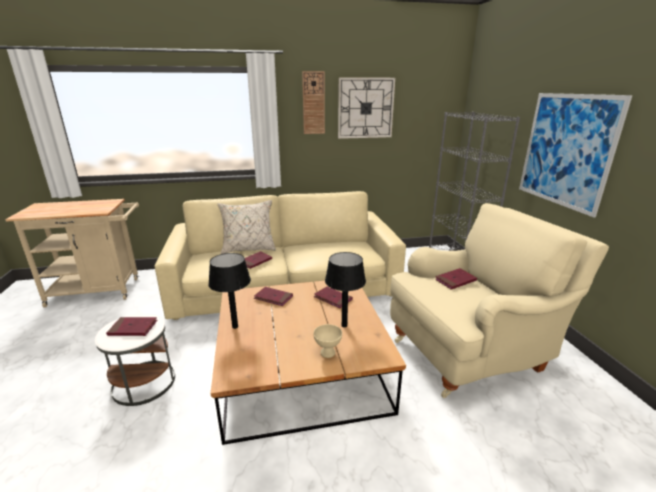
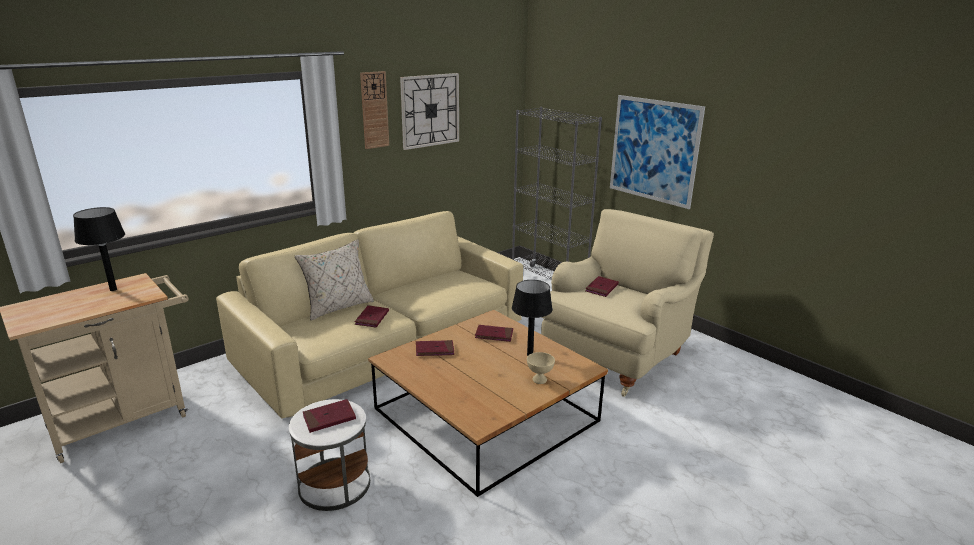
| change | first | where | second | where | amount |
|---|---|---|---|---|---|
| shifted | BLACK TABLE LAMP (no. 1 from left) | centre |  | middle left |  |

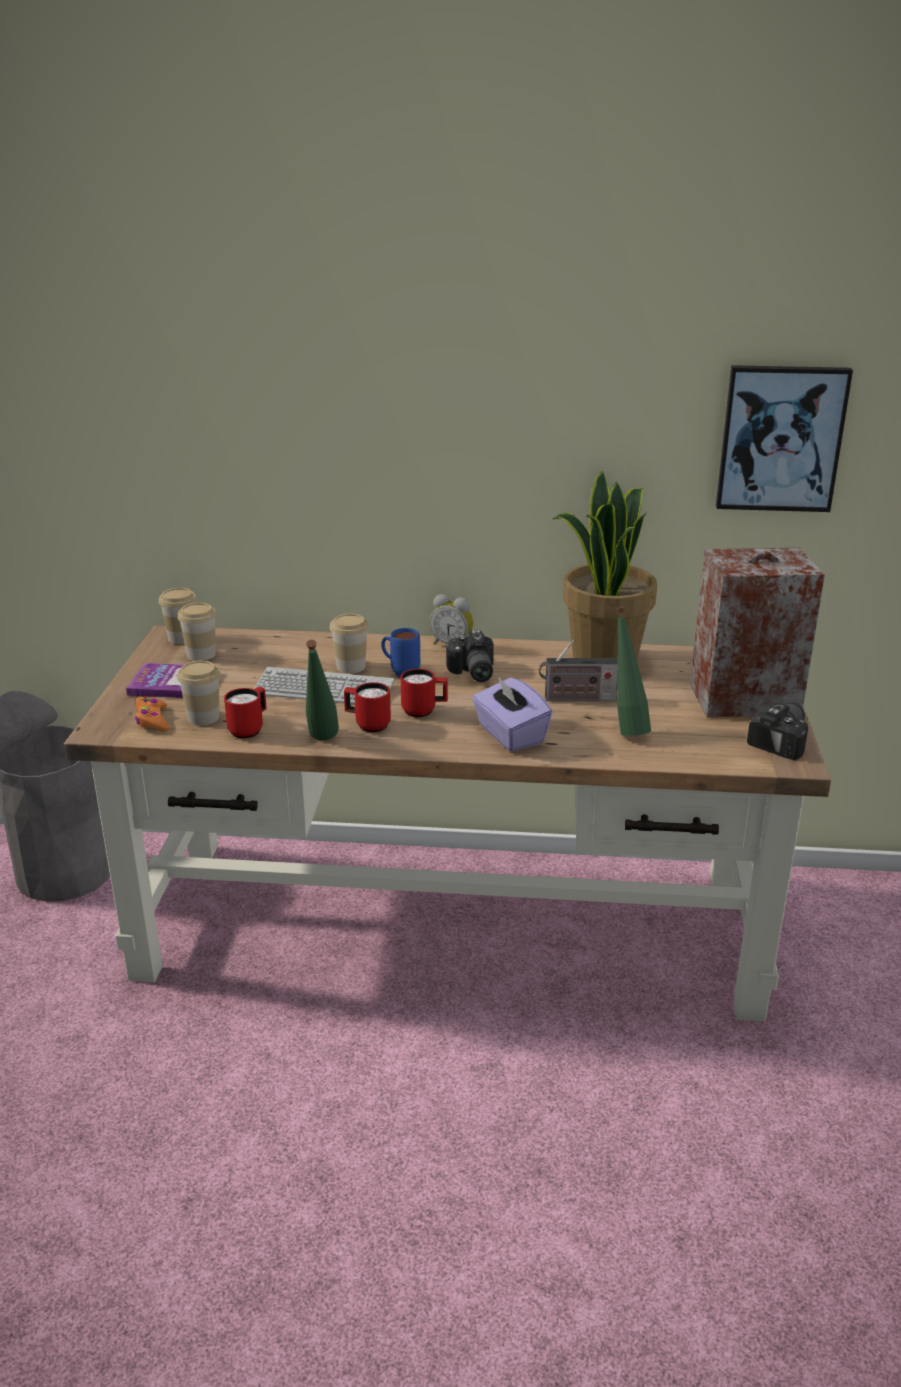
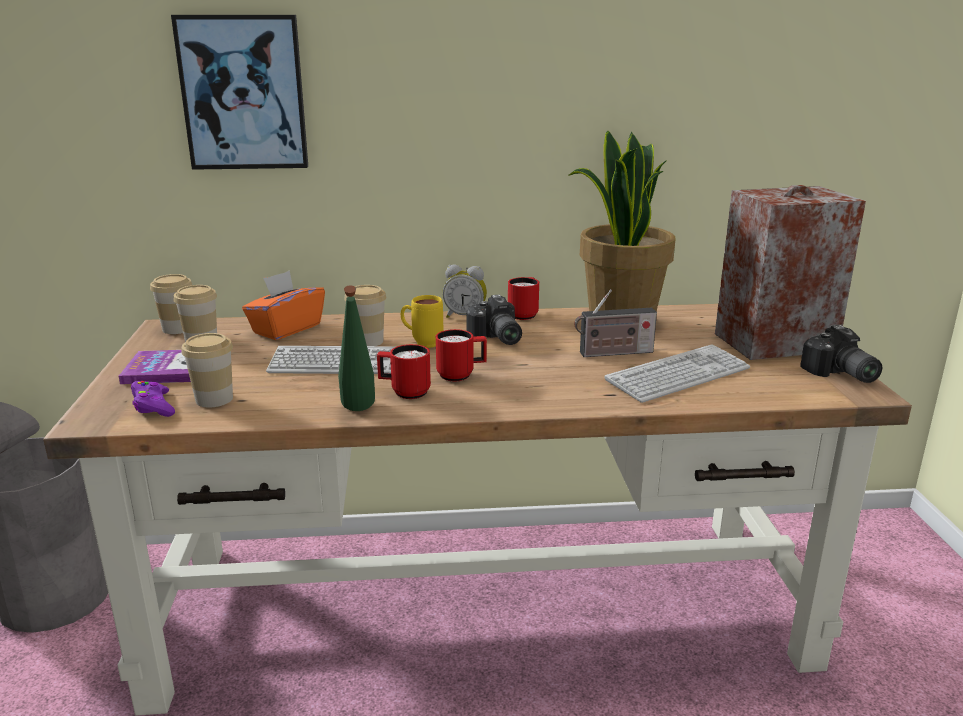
| change | first | where | second | where | amount |
|---|---|---|---|---|---|
| repainted | ORANGE GAME CONTROLLER | middle left | PURPLE GAME CONTROLLER | middle left |  |
| shifted | RED MUG (no. 1 from left in the first image) | middle left | RED MUG (no. 3 from left) | centre |  |
| repainted | BLUE MUG | centre | YELLOW MUG | centre |  |
| gone | PURPLE TISSUE BOX | centre |  |  |  |
| swapped | GREEN BOTTLE (no. 2 from left) | middle right | KEYBOARD (no. 2 from left) | middle right |  |
| shifted | PICTURE | top right |  | top left |  |
| rotated | PHOTO CAMERA (no. 2 from left) | middle right |  | middle right | 135 degrees clockwise |
| new |  |  | ORANGE TISSUE BOX | middle left |  |

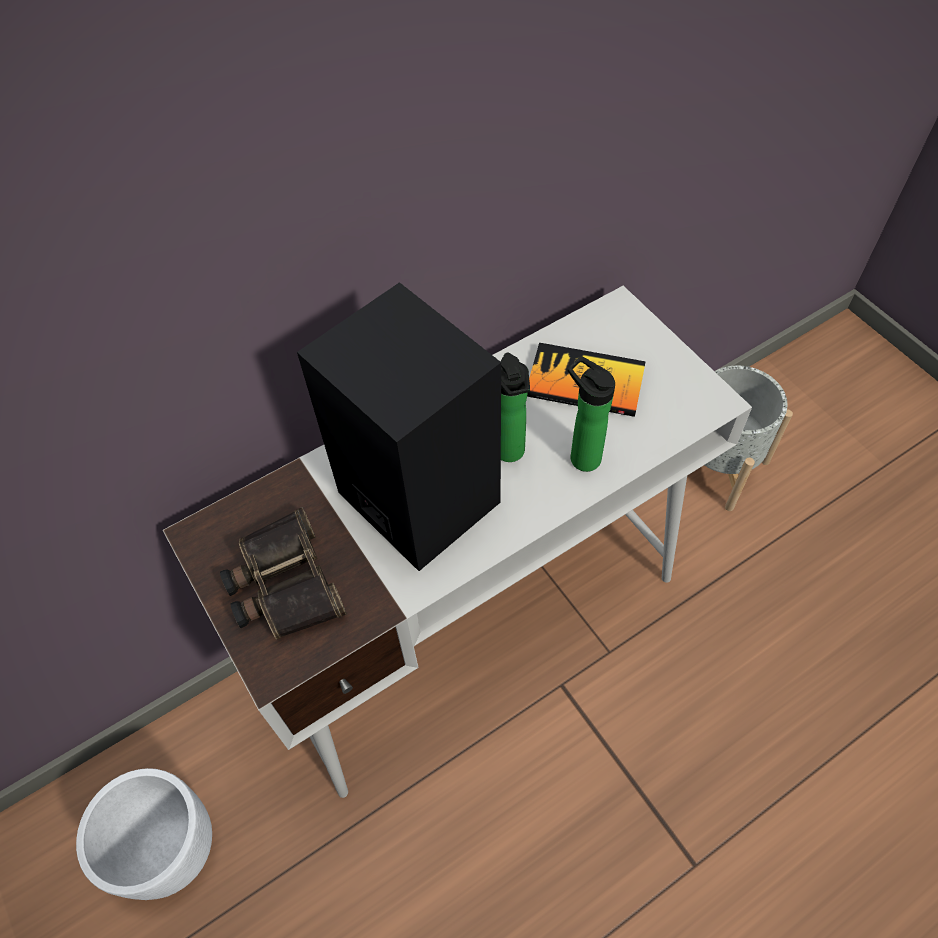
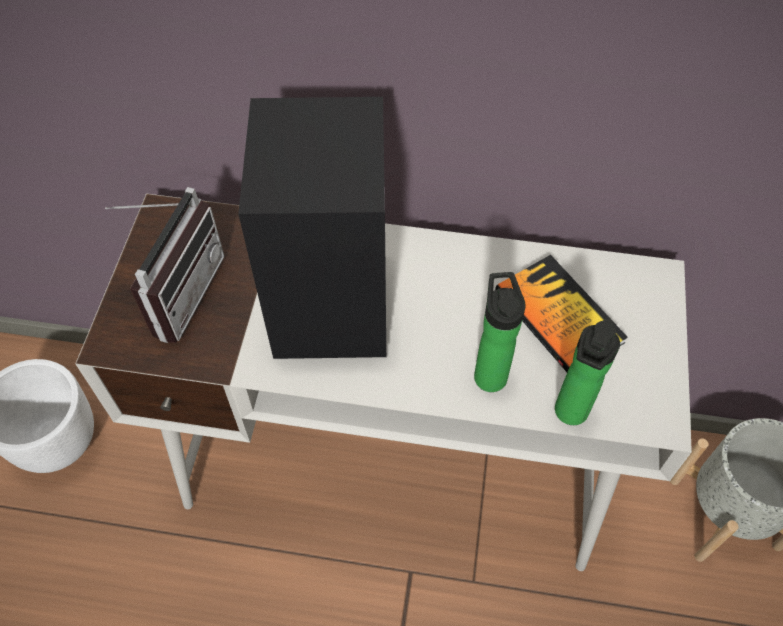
| change | first | where | second | where | amount |
|---|---|---|---|---|---|
| swapped | BINOCULARS | middle left | RADIO | middle left |  |
| shifted | BOTTLE (no. 1 from left in the first image) | centre | BOTTLE (no. 2 from left) | middle right |  |

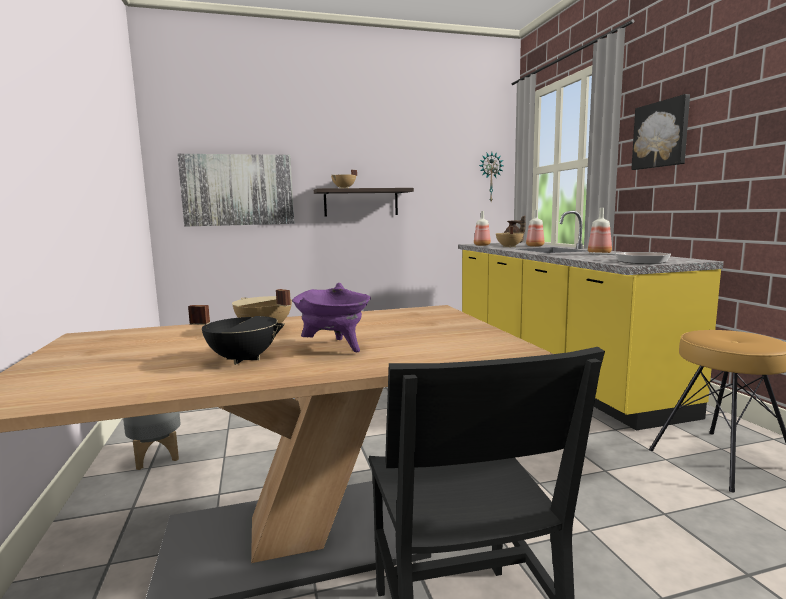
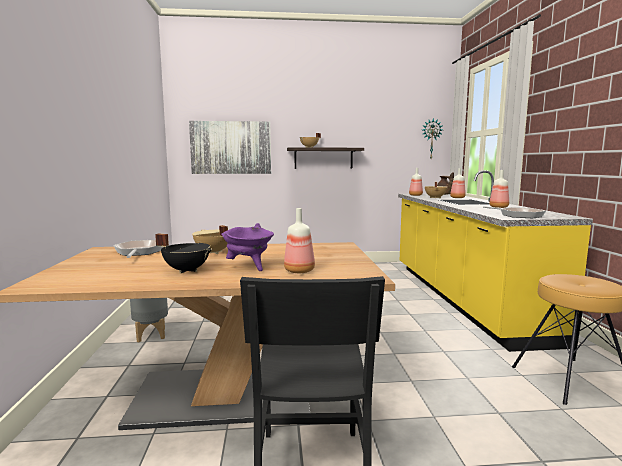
| change | first | where | second | where | amount |
|---|---|---|---|---|---|
| gone | PICTURE (no. 2 from left) | top right |  |  |  |
| new |  |  | FRYING PAN (no. 1 from left) | middle left |  |
| new |  |  | BOTTLE (no. 1 from left) | centre |  |

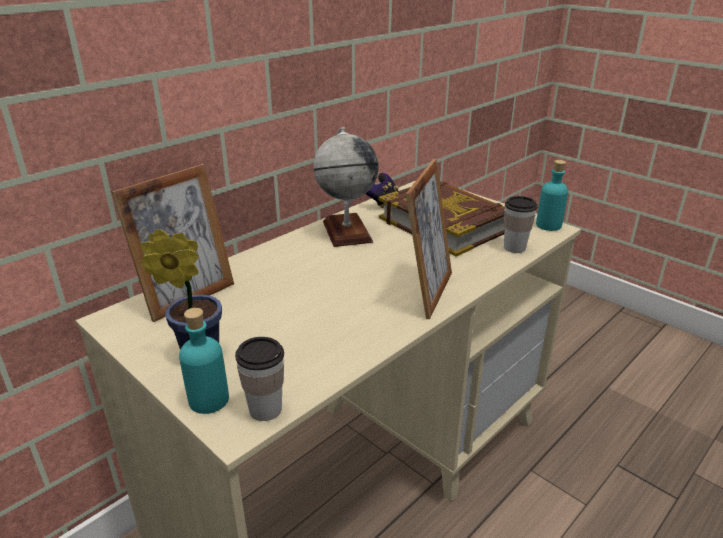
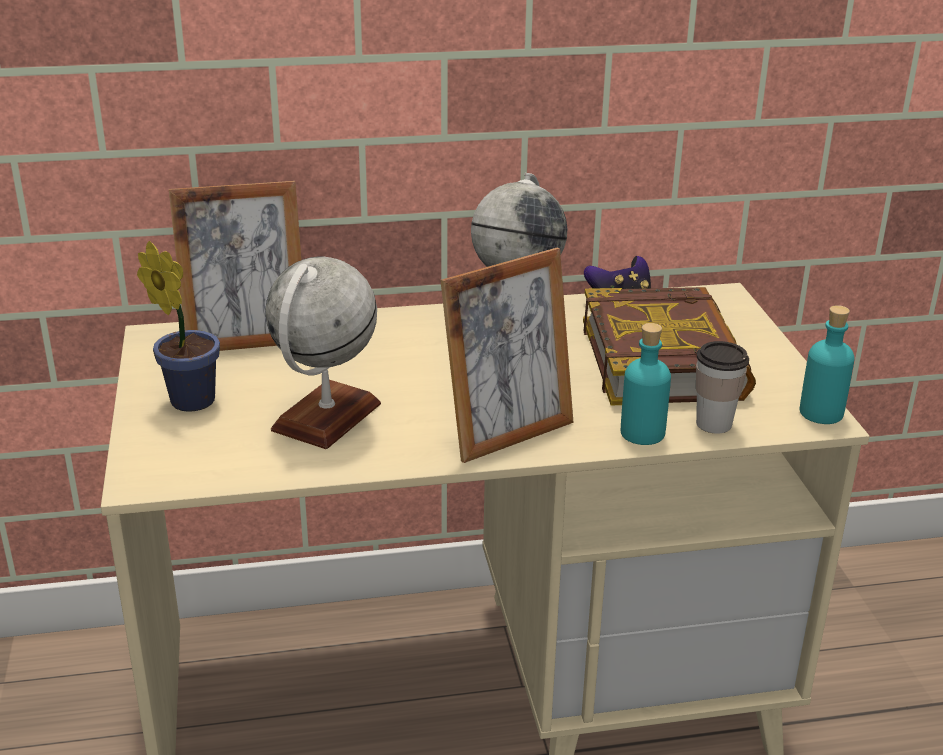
| change | first | where | second | where | amount |
|---|---|---|---|---|---|
| shifted | TURQUOISE BOTTLE (no. 1 from left) | bottom left |  | middle right |  |
| gone | CUP (no. 1 from left) | bottom centre |  |  |  |
| new |  |  | GLOBE (no. 1 from left) | centre |  |

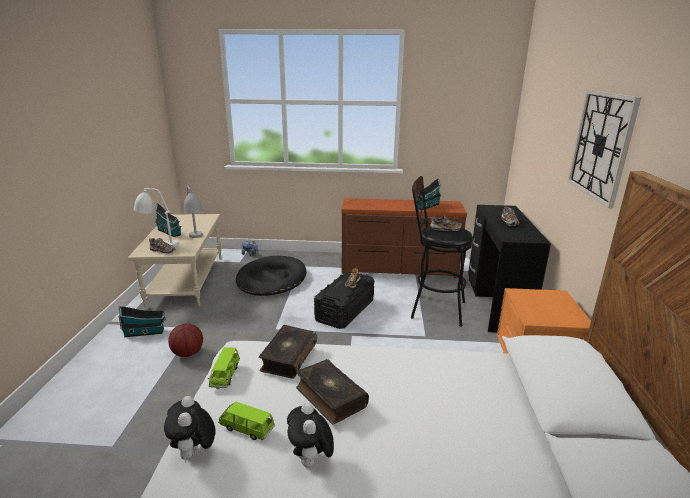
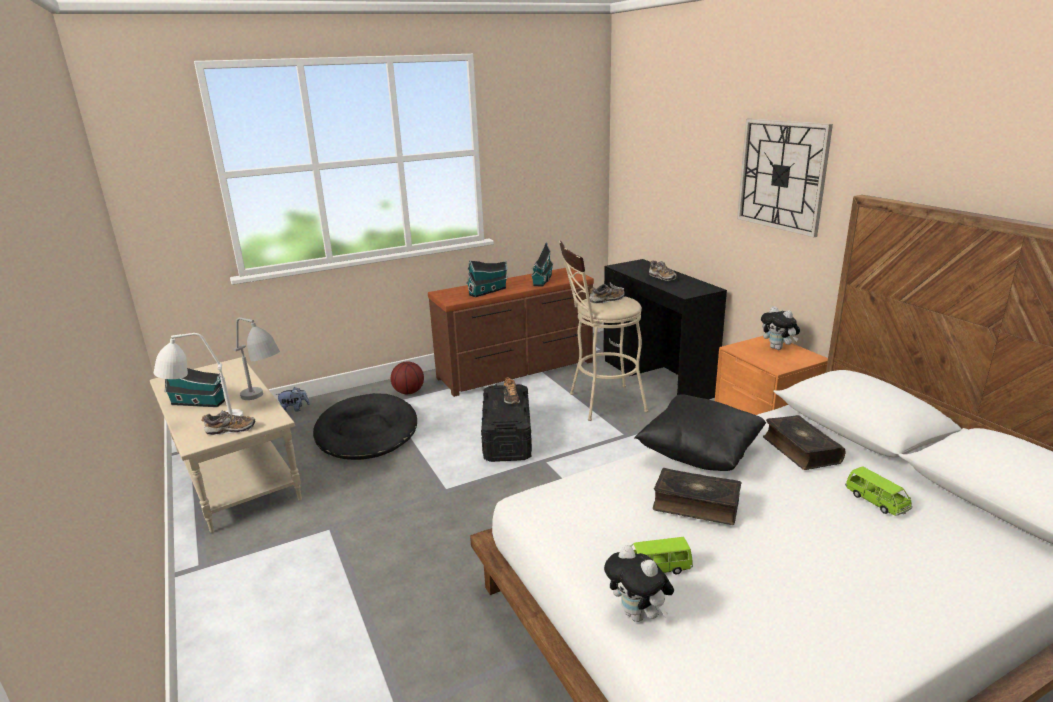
| change | first | where | second | where | amount |
|---|---|---|---|---|---|
| shifted | TOY HOUSE (no. 1 from left in the first image) | middle left | TOY HOUSE (no. 2 from left) | centre |  |
| shifted | BASKETBALL | bottom left |  | centre |  |
| shifted | GREEN TOY CAR (no. 1 from left in the first image) | bottom left | GREEN TOY CAR (no. 2 from left) | bottom right |  |
| shifted | BOOK (no. 1 from left in the first image) | bottom centre | BOOK (no. 2 from left) | middle right |  |
| shifted | PLUSH TOY (no. 3 from left) | bottom centre |  | middle right |  |
| repainted | BLACK STOOL | centre | BEIGE STOOL | centre |  |
| new |  |  | BLACK PILLOW | centre |  |

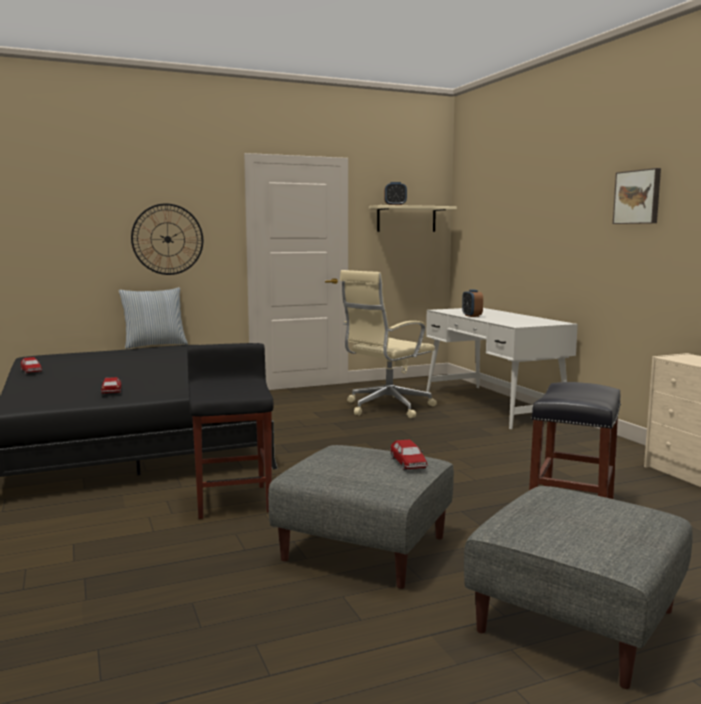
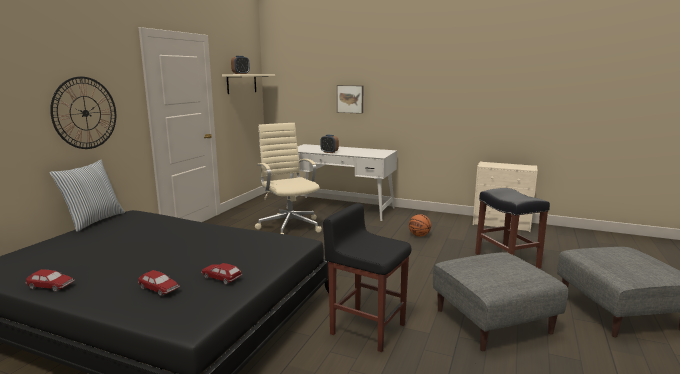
| change | first | where | second | where | amount |
|---|---|---|---|---|---|
| rotated | BEIGE OFFICE CHAIR | centre |  | centre | 150 degrees clockwise |
| shifted | TOY CAR (no. 3 from left in the first image) | centre | TOY CAR (no. 2 from left) | bottom left |  |
| shifted | PICTURE | top right |  | top centre |  |
| new |  |  | BASKETBALL | centre |  |

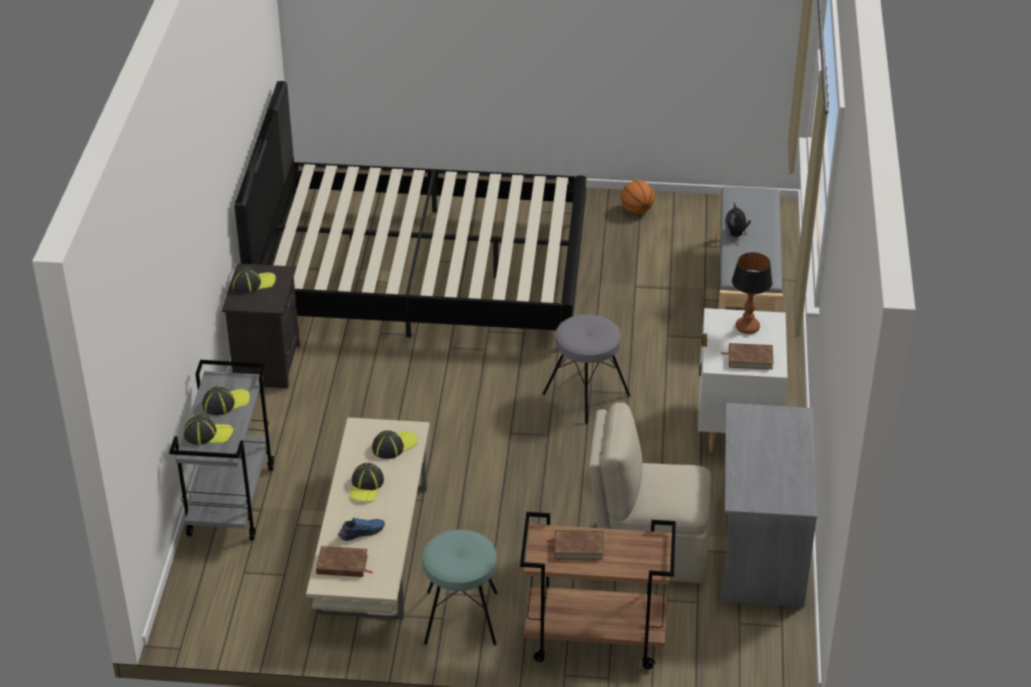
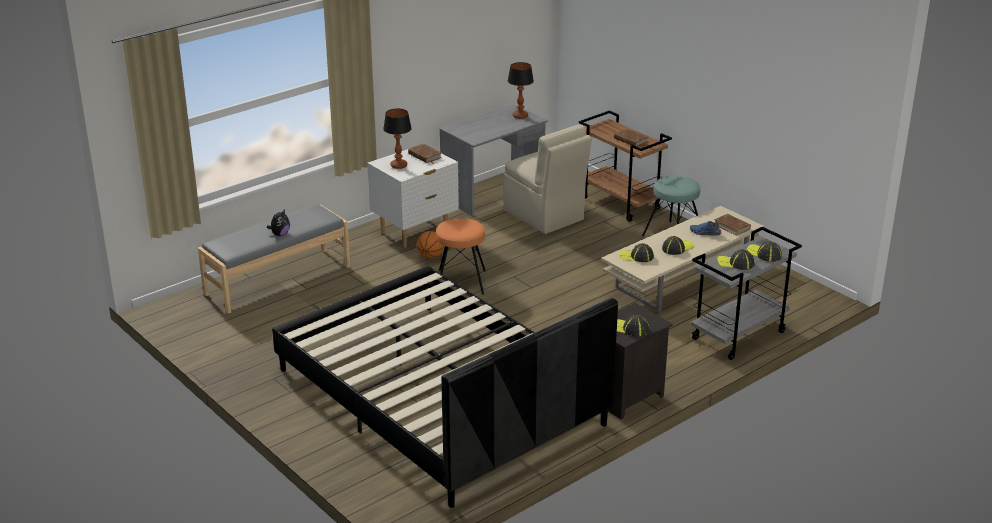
| change | first | where | second | where | amount |
|---|---|---|---|---|---|
| repainted | GREY STOOL | centre | ORANGE STOOL | centre |  |
| shifted | BASKETBALL | top centre |  | centre |  |
| new |  |  | TABLE LAMP (no. 2 from left) | top centre |  |

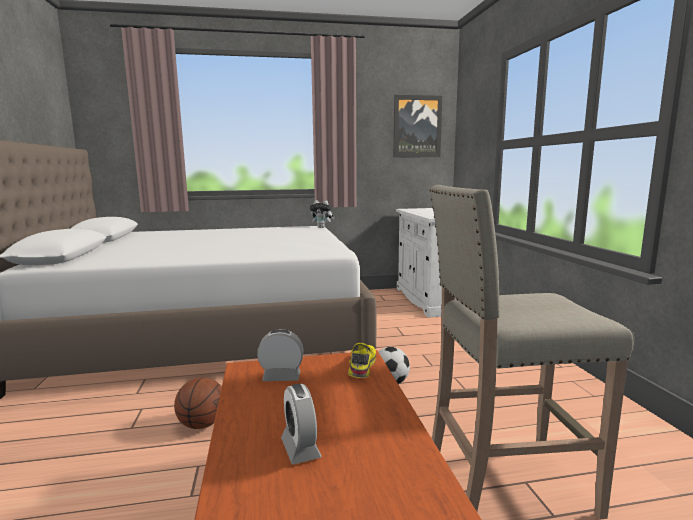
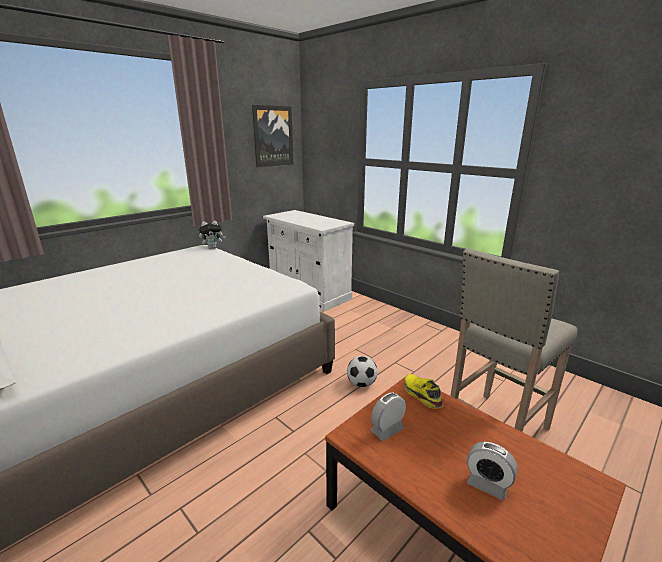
| change | first | where | second | where | amount |
|---|---|---|---|---|---|
| gone | BASKETBALL | bottom left |  |  |  |

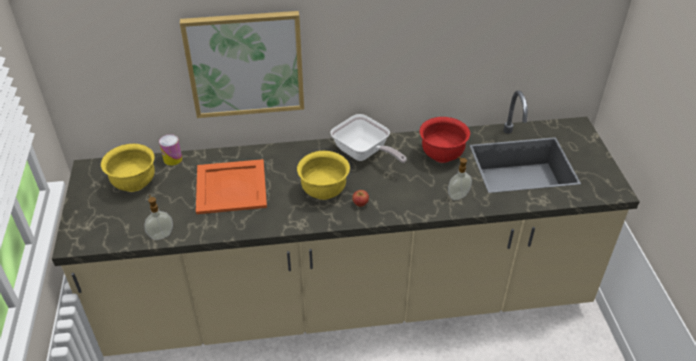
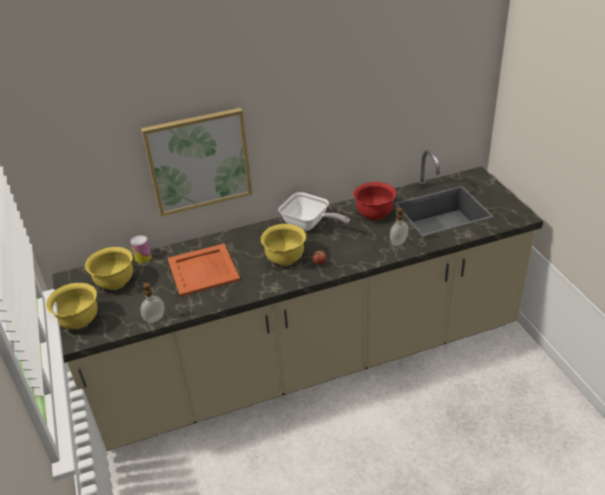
| change | first | where | second | where | amount |
|---|---|---|---|---|---|
| new |  |  | YELLOW BOWL (no. 1 from left) | middle left |  |

